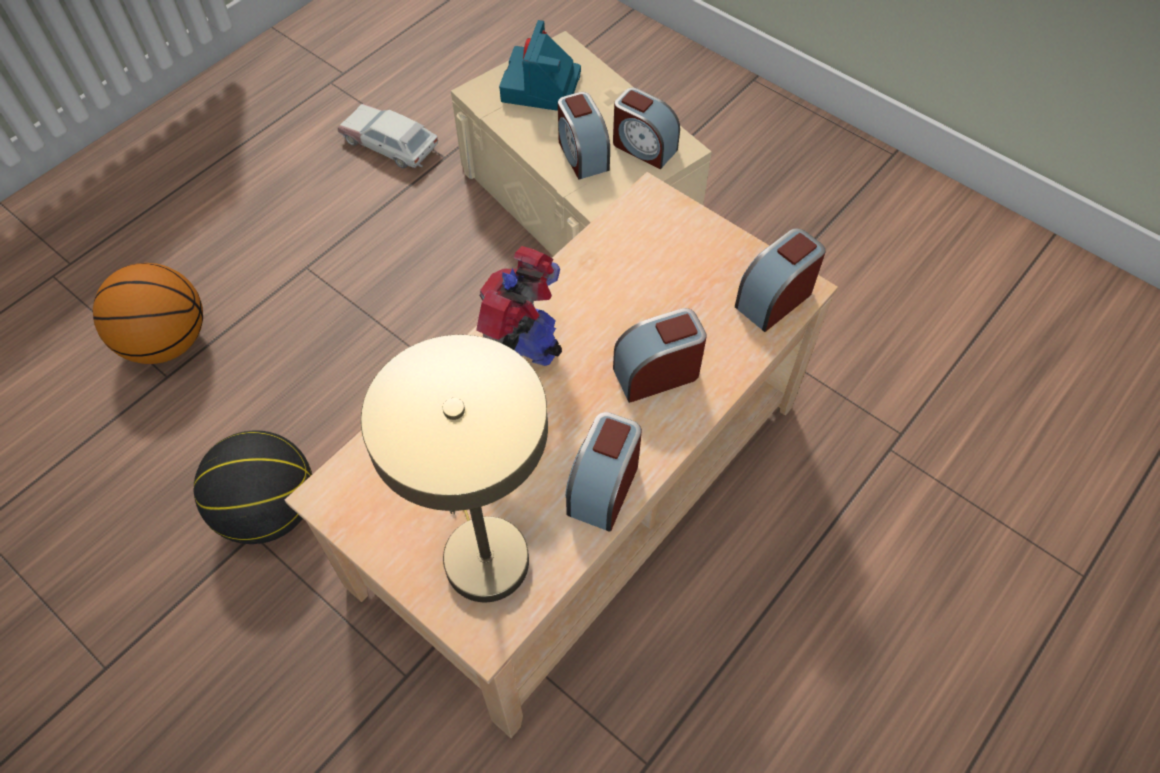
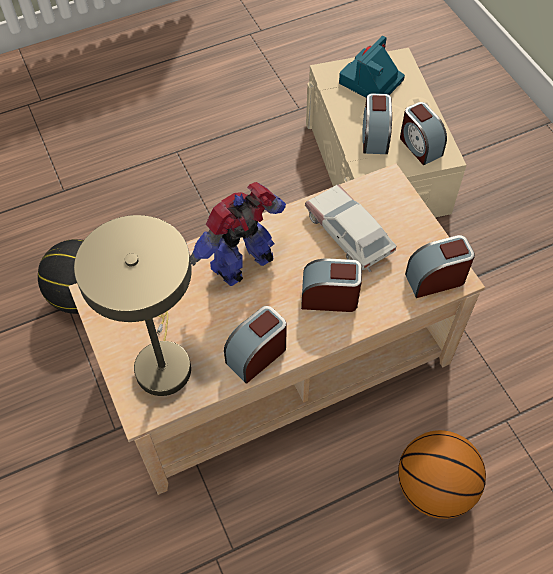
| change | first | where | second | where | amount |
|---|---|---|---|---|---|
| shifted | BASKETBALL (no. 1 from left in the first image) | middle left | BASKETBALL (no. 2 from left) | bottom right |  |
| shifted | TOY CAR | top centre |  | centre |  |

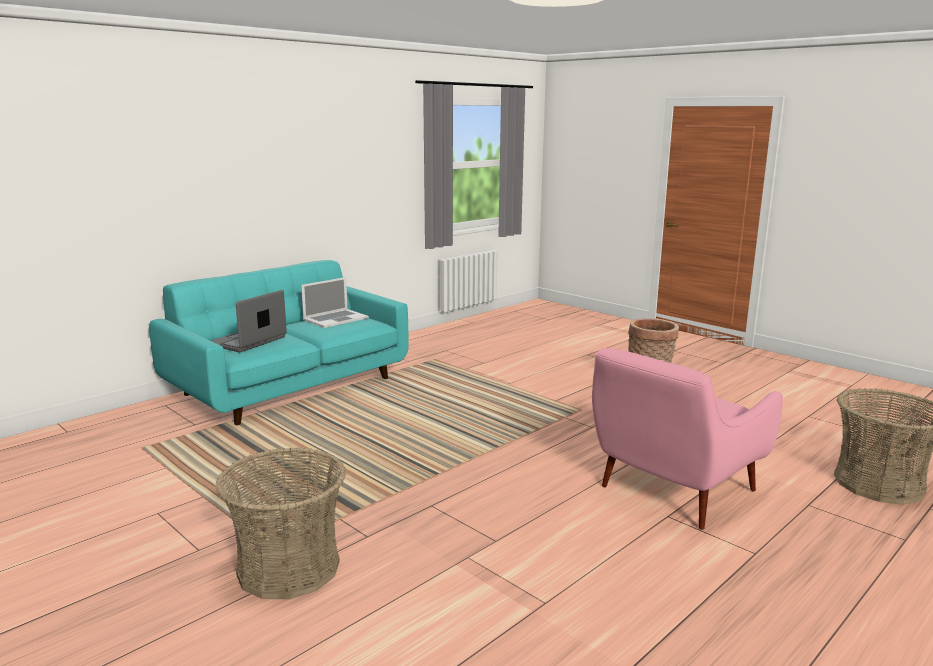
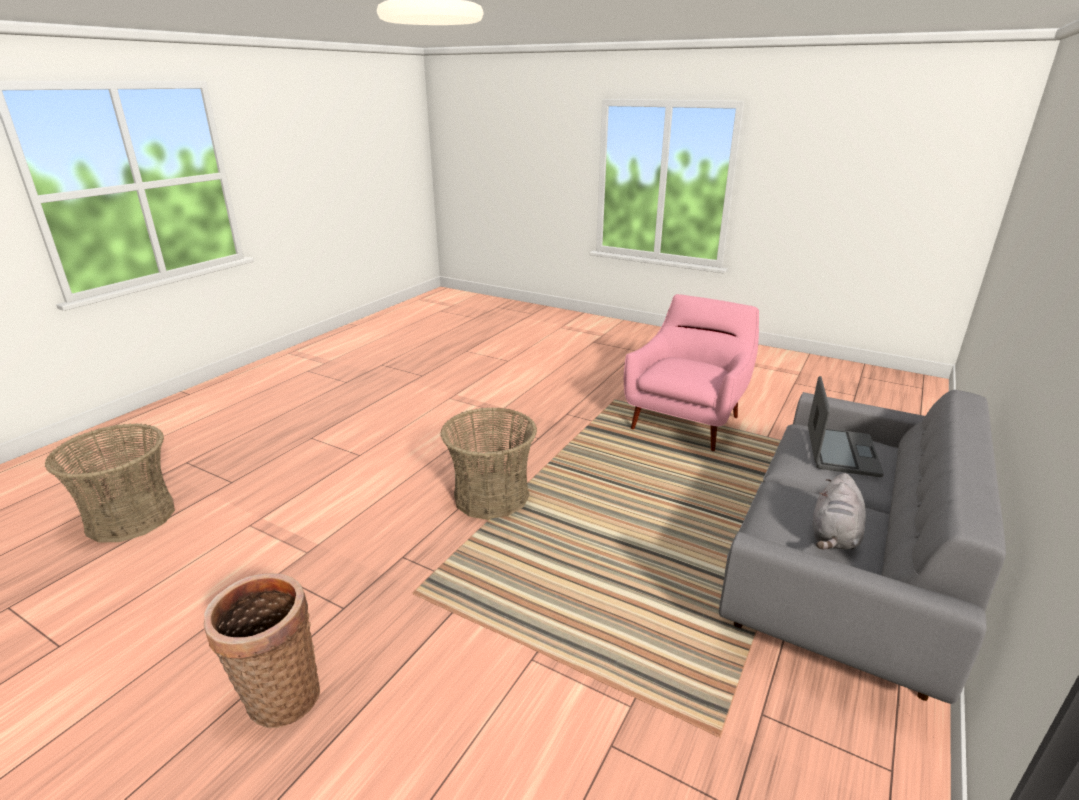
| change | first | where | second | where | amount |
|---|---|---|---|---|---|
| repainted | TURQUOISE SOFA | middle left | GREY SOFA | bottom right |  |
| shifted | BASKET (no. 1 from left in the first image) | bottom left | BASKET (no. 3 from left) | centre |  |
| swapped | LAPTOP (no. 2 from left) | centre | GREY PLUSH TOY | middle right |  |
| shifted | PINK ARMCHAIR | middle right |  | centre |  |

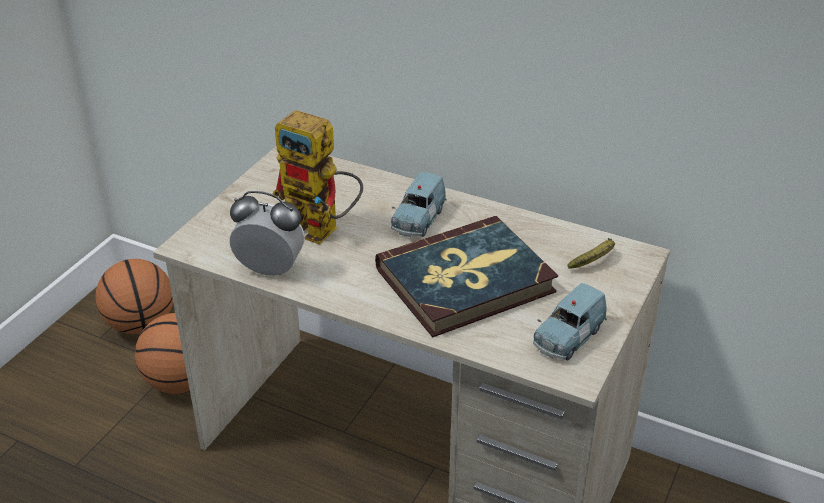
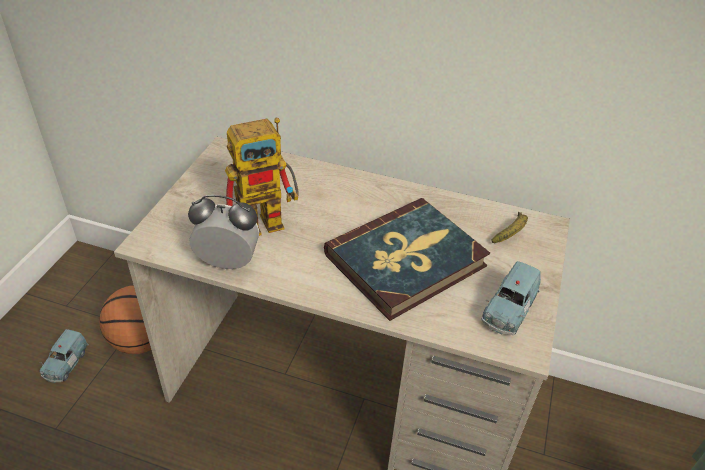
| change | first | where | second | where | amount |
|---|---|---|---|---|---|
| gone | BASKETBALL (no. 1 from left) | middle left |  |  |  |
| rotated | TOY ROBOT | centre |  | centre | 45 degrees counterclockwise |
| shifted | BLUE TOY CAR (no. 1 from left) | centre |  | bottom left |  |

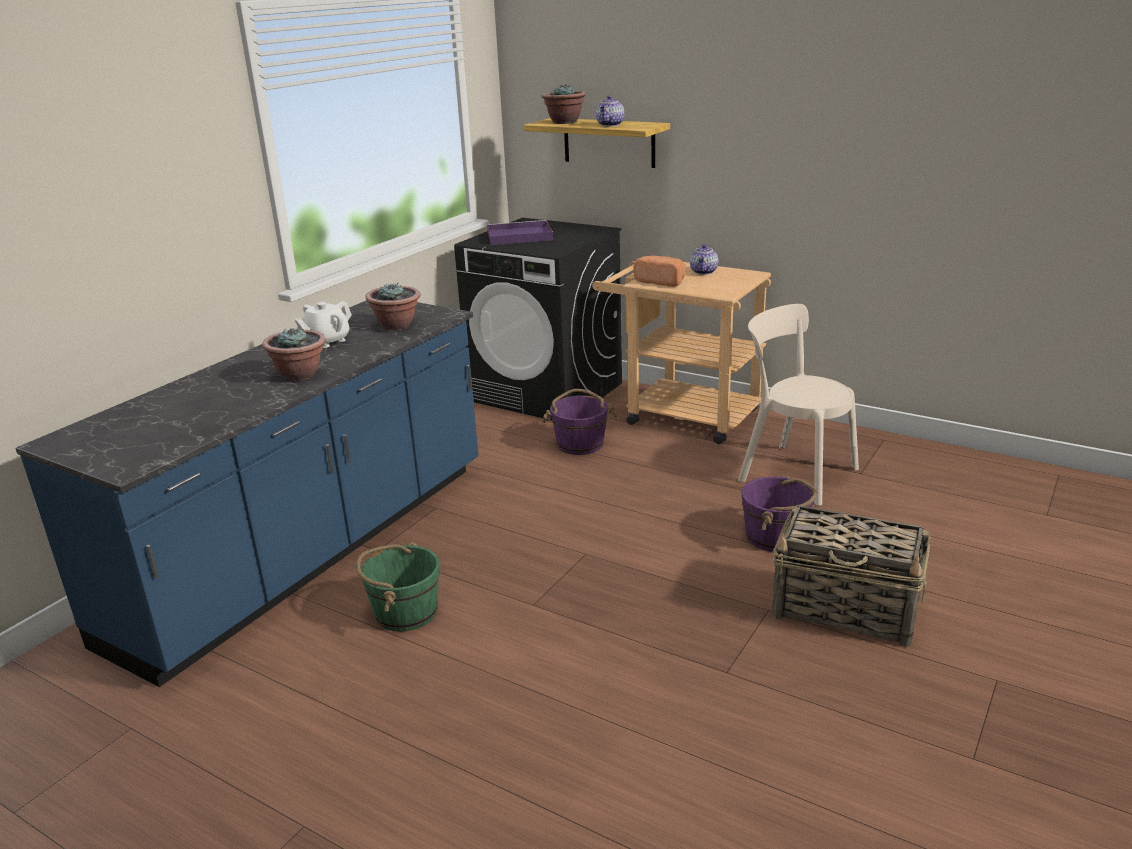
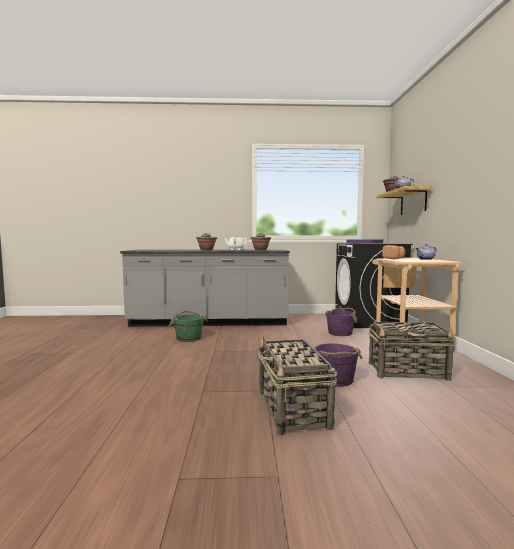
| change | first | where | second | where | amount |
|---|---|---|---|---|---|
| repainted | BLUE COUNTER | middle left | GREY COUNTER | centre |  |
| swapped | BEIGE CHAIR | middle right | BASKET (no. 2 from left) | middle right |  |

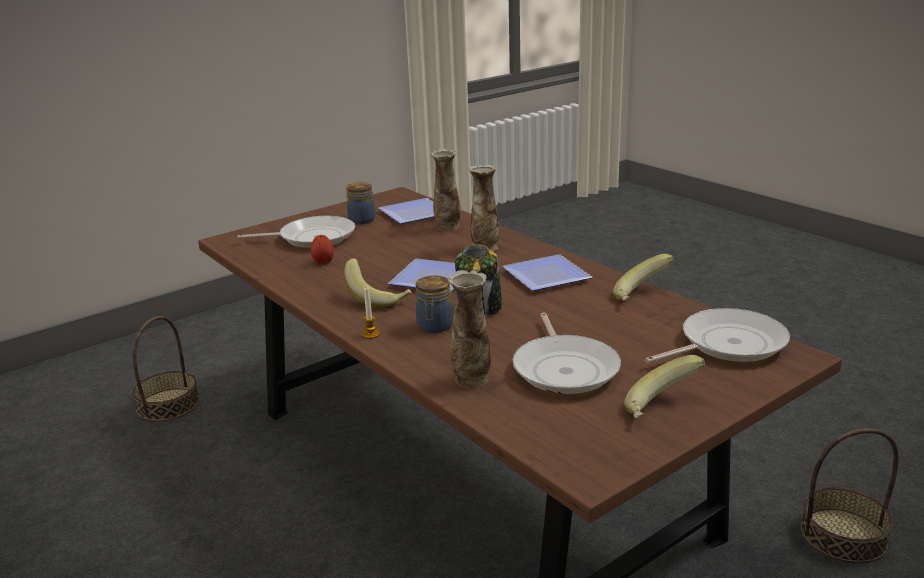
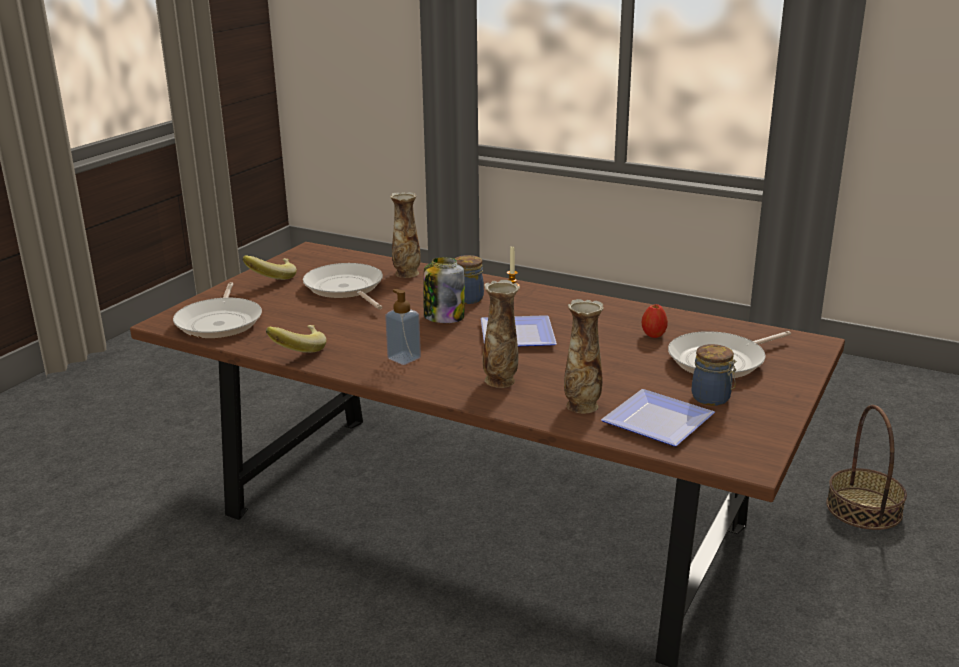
| change | first | where | second | where | amount |
|---|---|---|---|---|---|
| gone | BANANA (no. 1 from left) | centre |  |  |  |
| swapped | PLATE (no. 3 from left) | centre | SOAP DISPENSER | centre |  |
| rotated | FRYING PAN (no. 3 from left in the first image) | middle right | FRYING PAN (no. 1 from left) | middle left | 45 degrees counterclockwise |
| gone | BASKET (no. 2 from left) | bottom right |  |  |  |

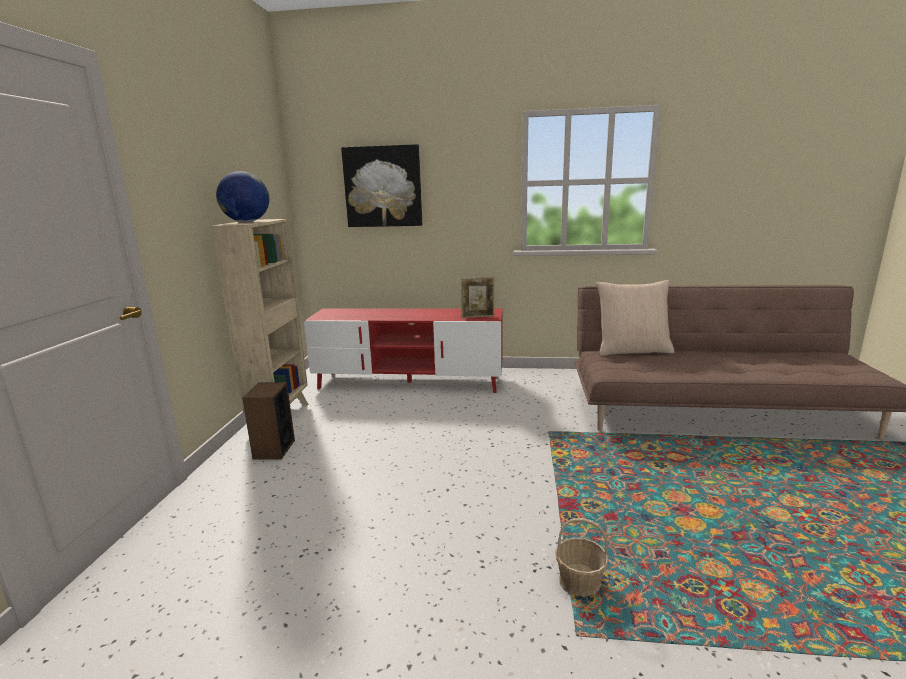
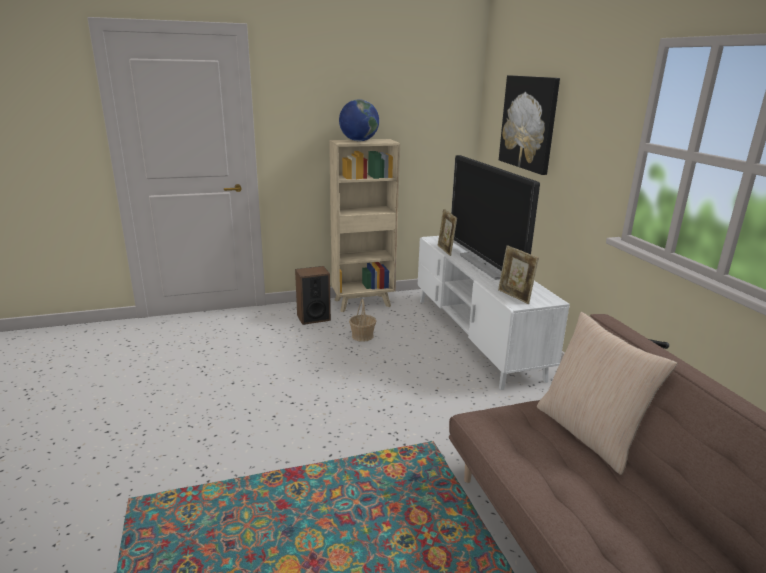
| change | first | where | second | where | amount |
|---|---|---|---|---|---|
| repainted | RED TV STAND | centre | WHITE TV STAND | centre |  |
| shifted | BASKET | bottom centre |  | centre |  |
| new |  |  | PICTURE FRAME (no. 1 from left) | centre |  |
| new |  |  | TELEVISION | centre |  |

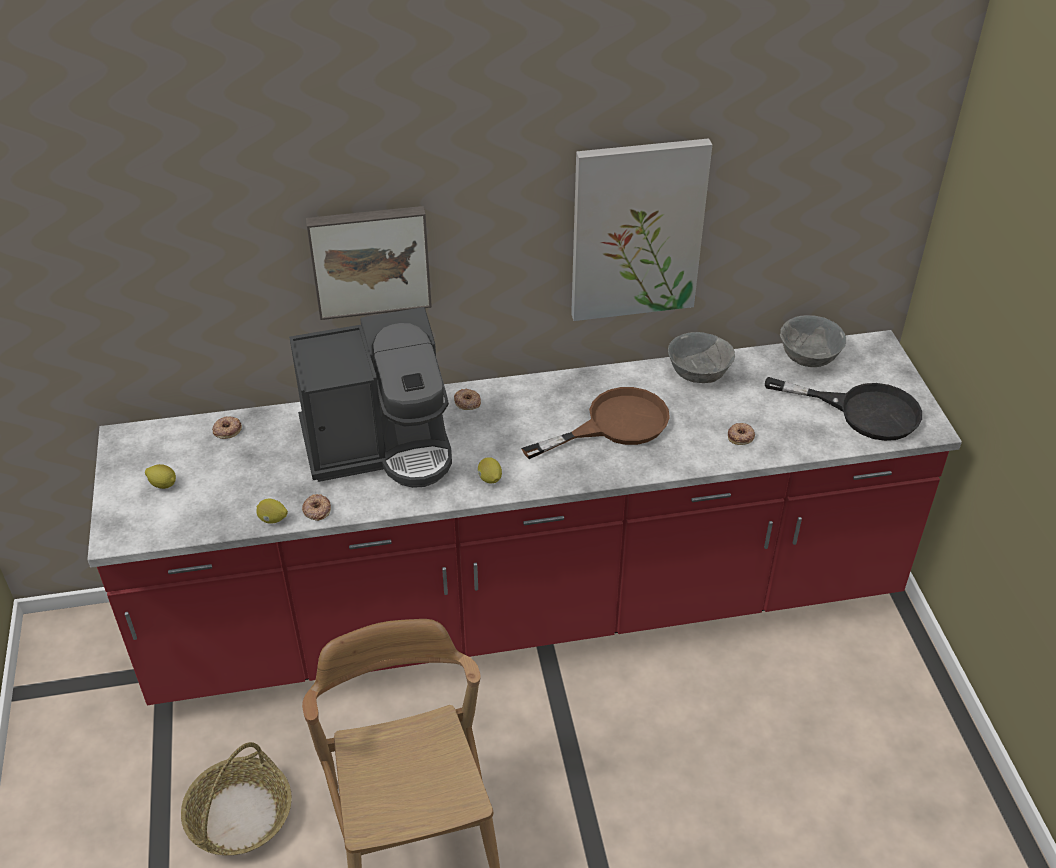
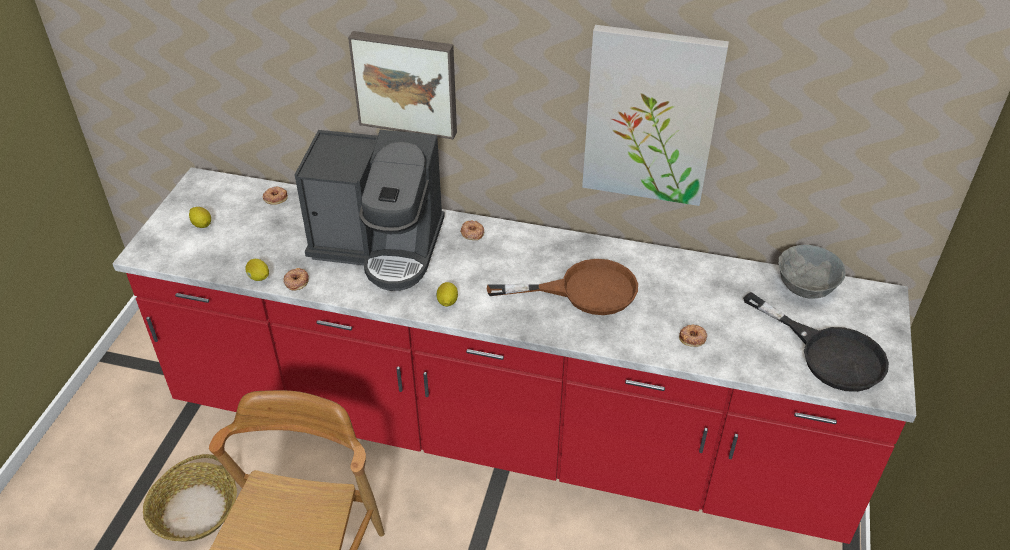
| change | first | where | second | where | amount |
|---|---|---|---|---|---|
| gone | GREY BOWL (no. 1 from left) | centre |  |  |  |

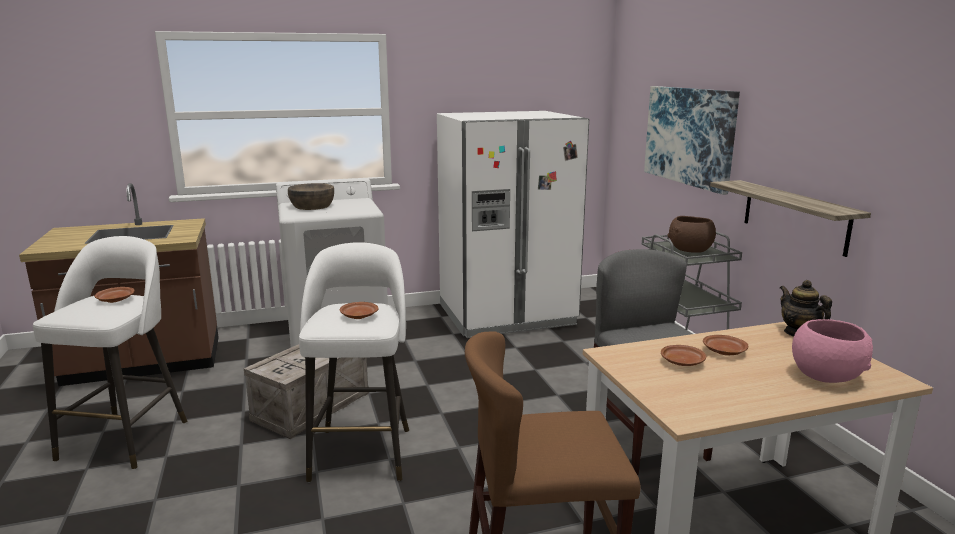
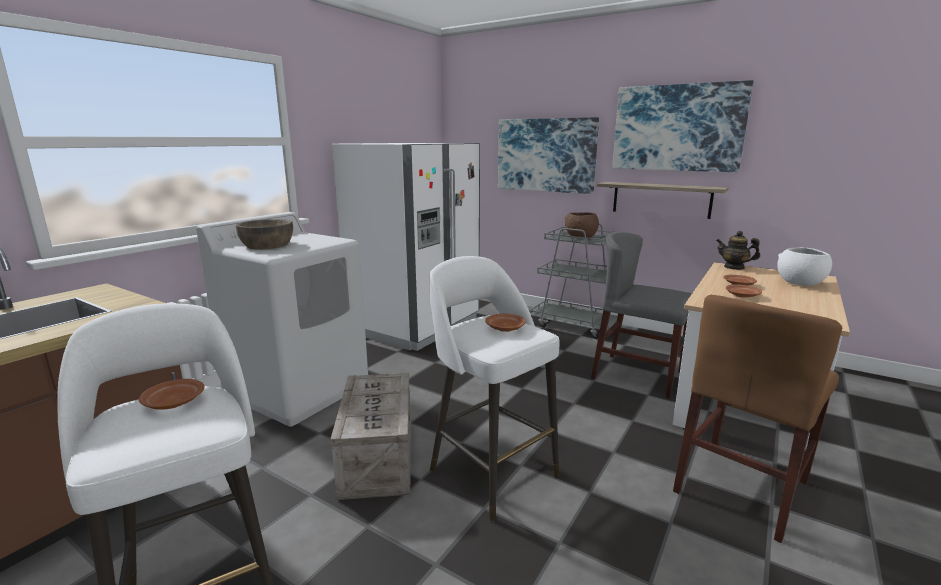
| change | first | where | second | where | amount |
|---|---|---|---|---|---|
| repainted | PINK BOWL | middle right | WHITE BOWL | middle right |  |
| new |  |  | PICTURE (no. 2 from left) | top right |  |

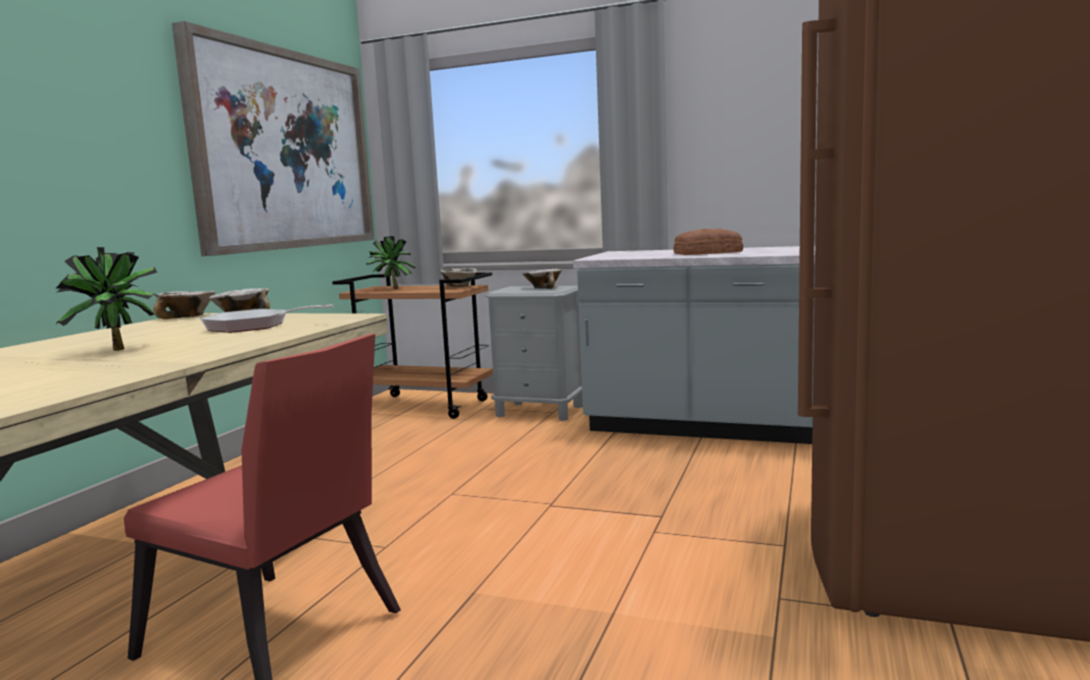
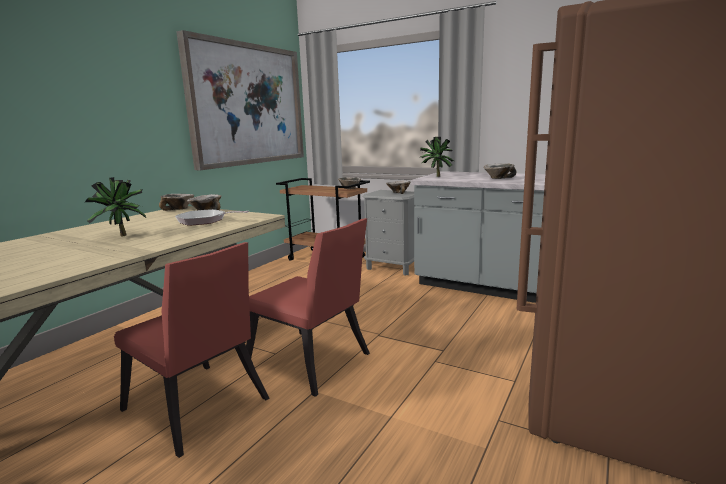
| change | first | where | second | where | amount |
|---|---|---|---|---|---|
| shifted | POTTED PLANT (no. 2 from left) | centre |  | top centre |  |
| swapped | BREAD | centre | BOWL (no. 5 from left) | middle right |  |
| new |  |  | RED CHAIR (no. 2 from left) | centre |  |

